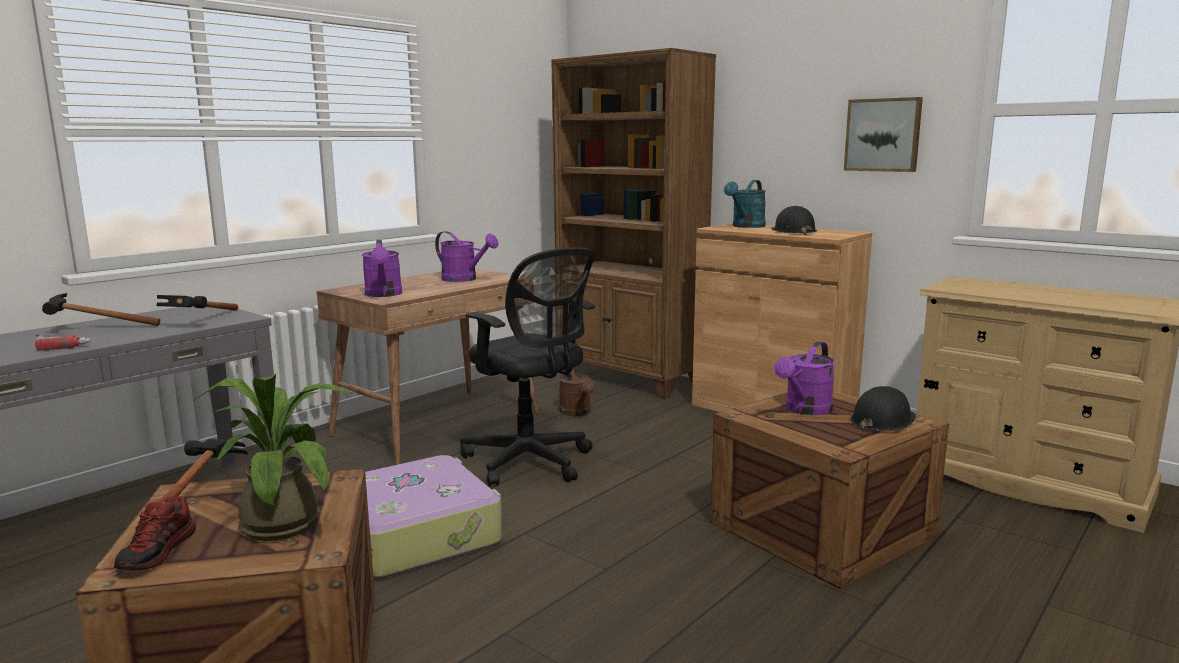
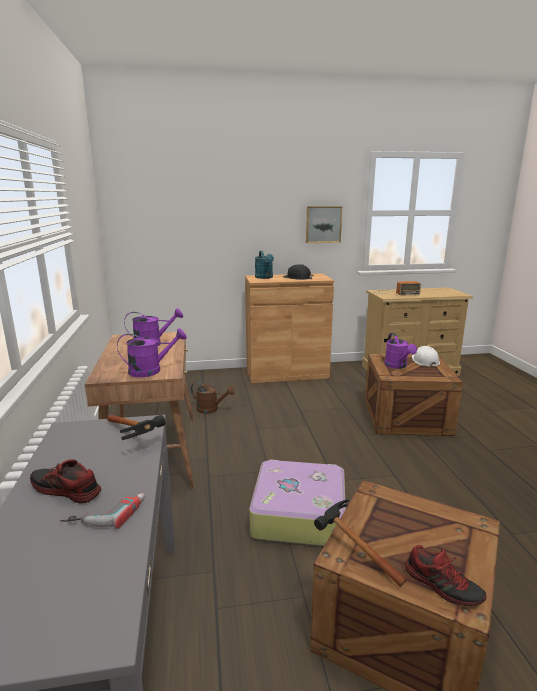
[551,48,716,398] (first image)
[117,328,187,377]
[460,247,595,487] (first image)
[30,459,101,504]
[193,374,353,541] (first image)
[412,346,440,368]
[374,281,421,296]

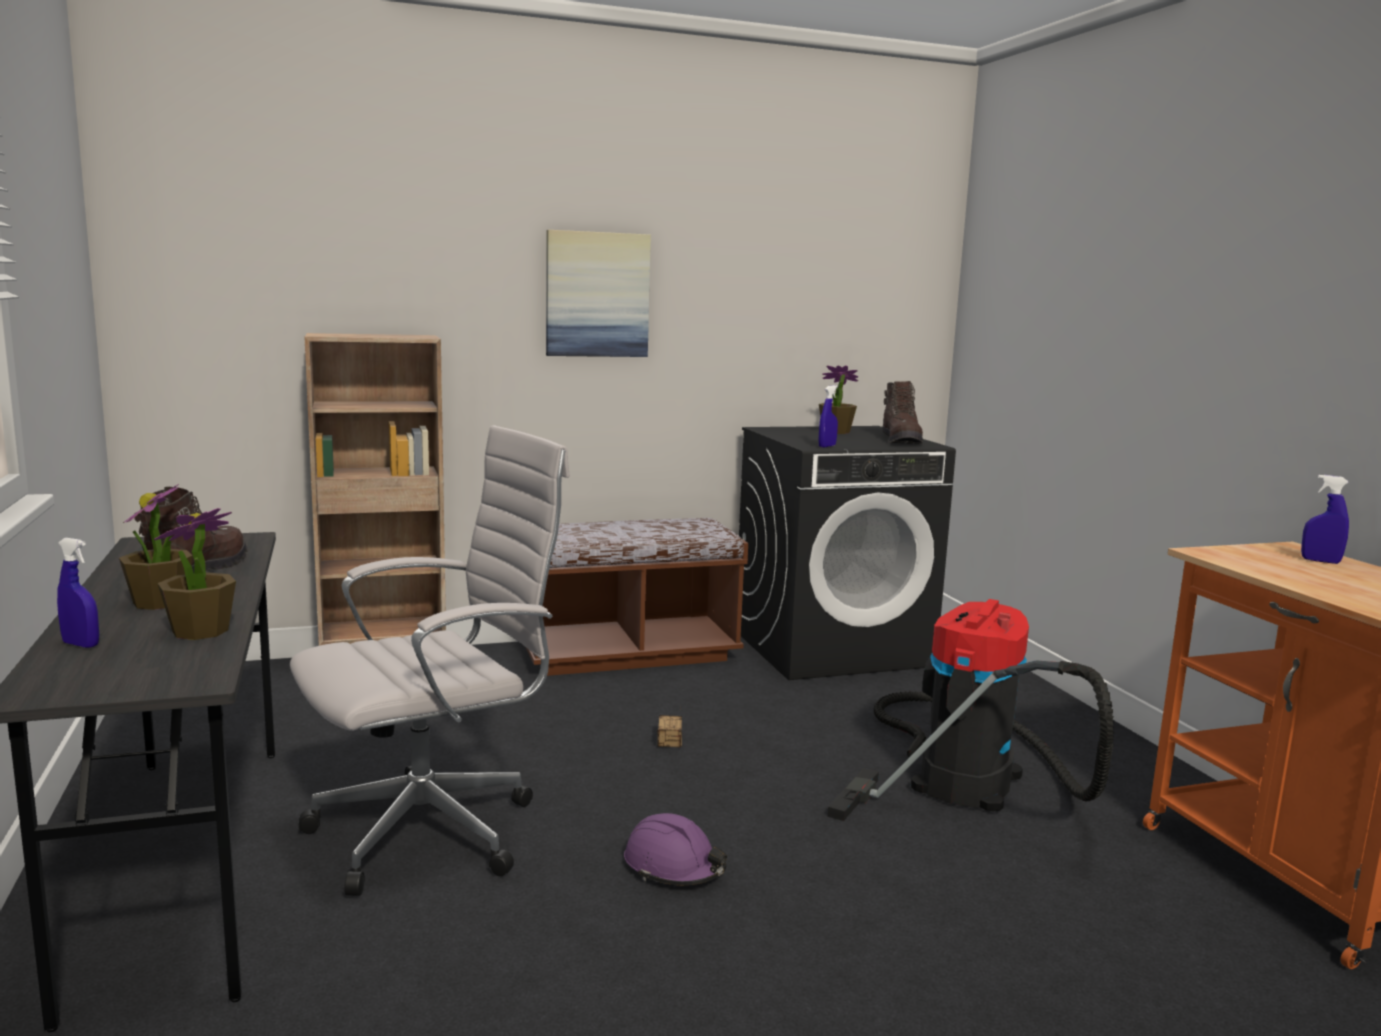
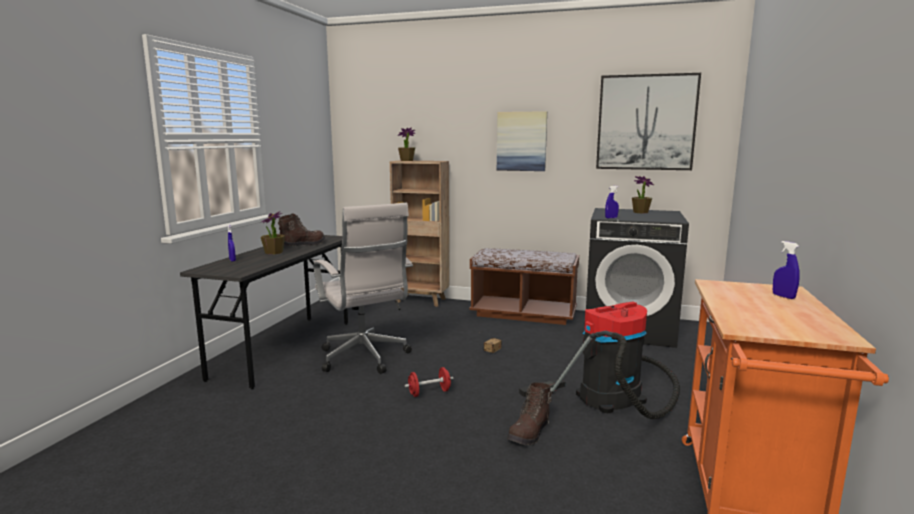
[507,382,553,445]
[313,203,413,374]
[398,128,415,161]
[404,367,453,397]
[596,73,701,170]

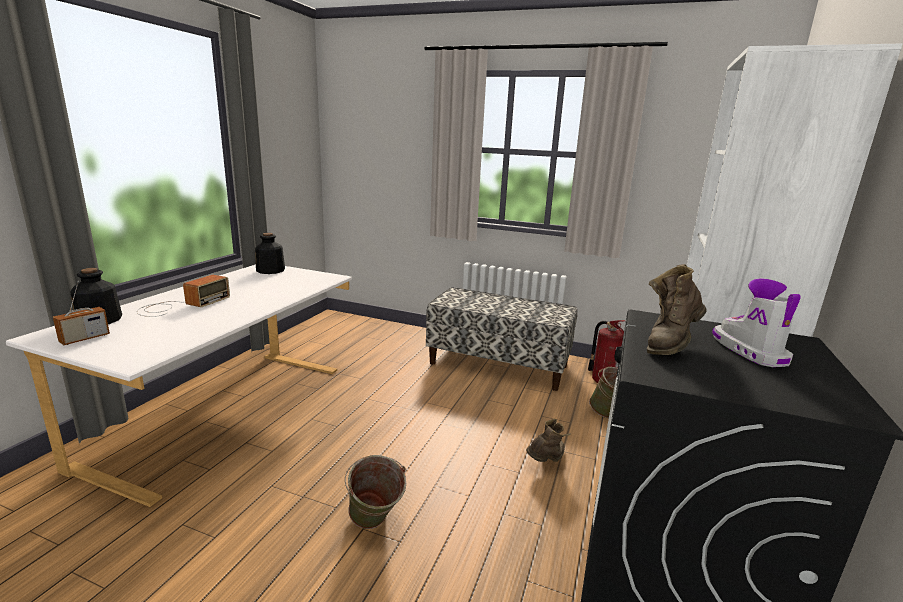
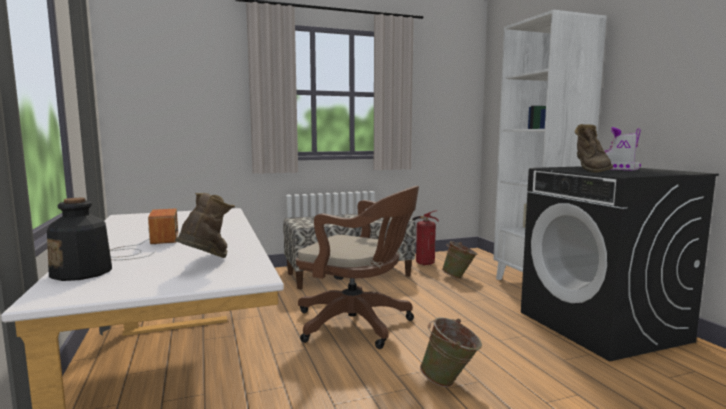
[255,233,285,274] (first image)
[53,280,110,345] (first image)
[175,193,235,258]
[296,186,419,349]

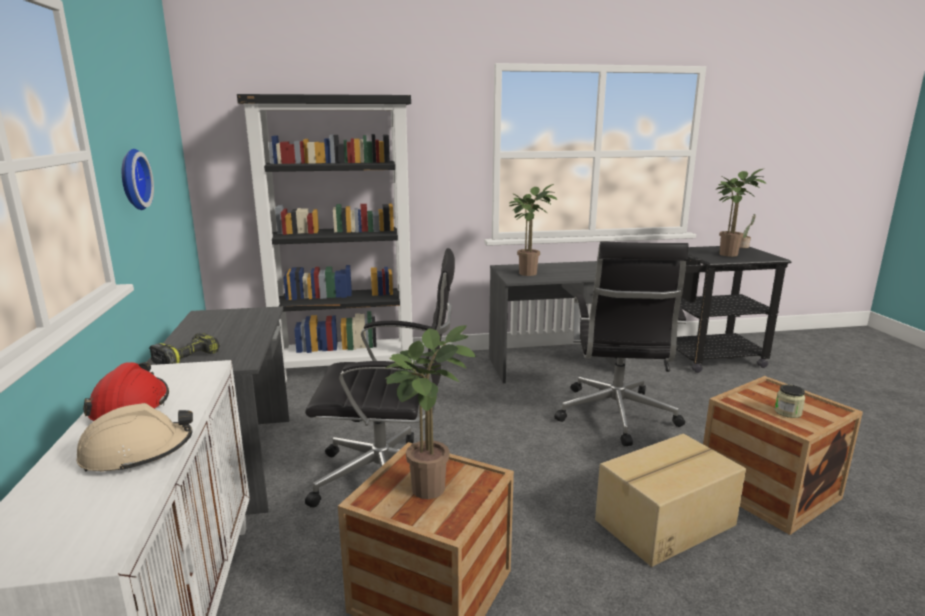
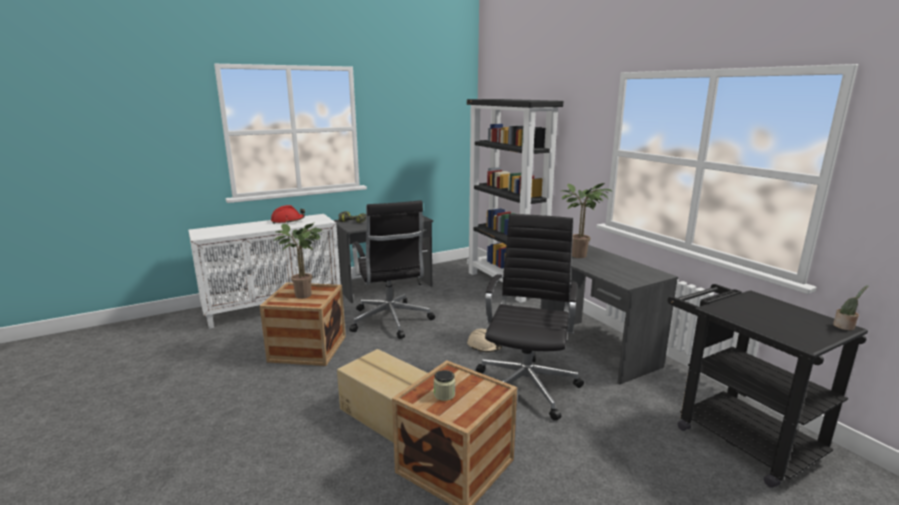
[122,149,154,210] (first image)
[715,169,766,257] (first image)
[476,214,584,421]
[467,329,502,352]

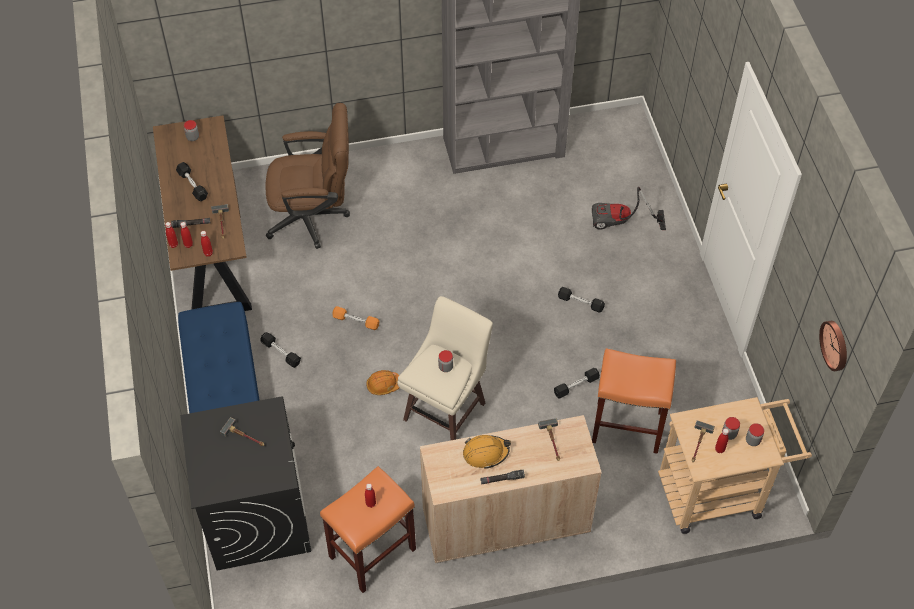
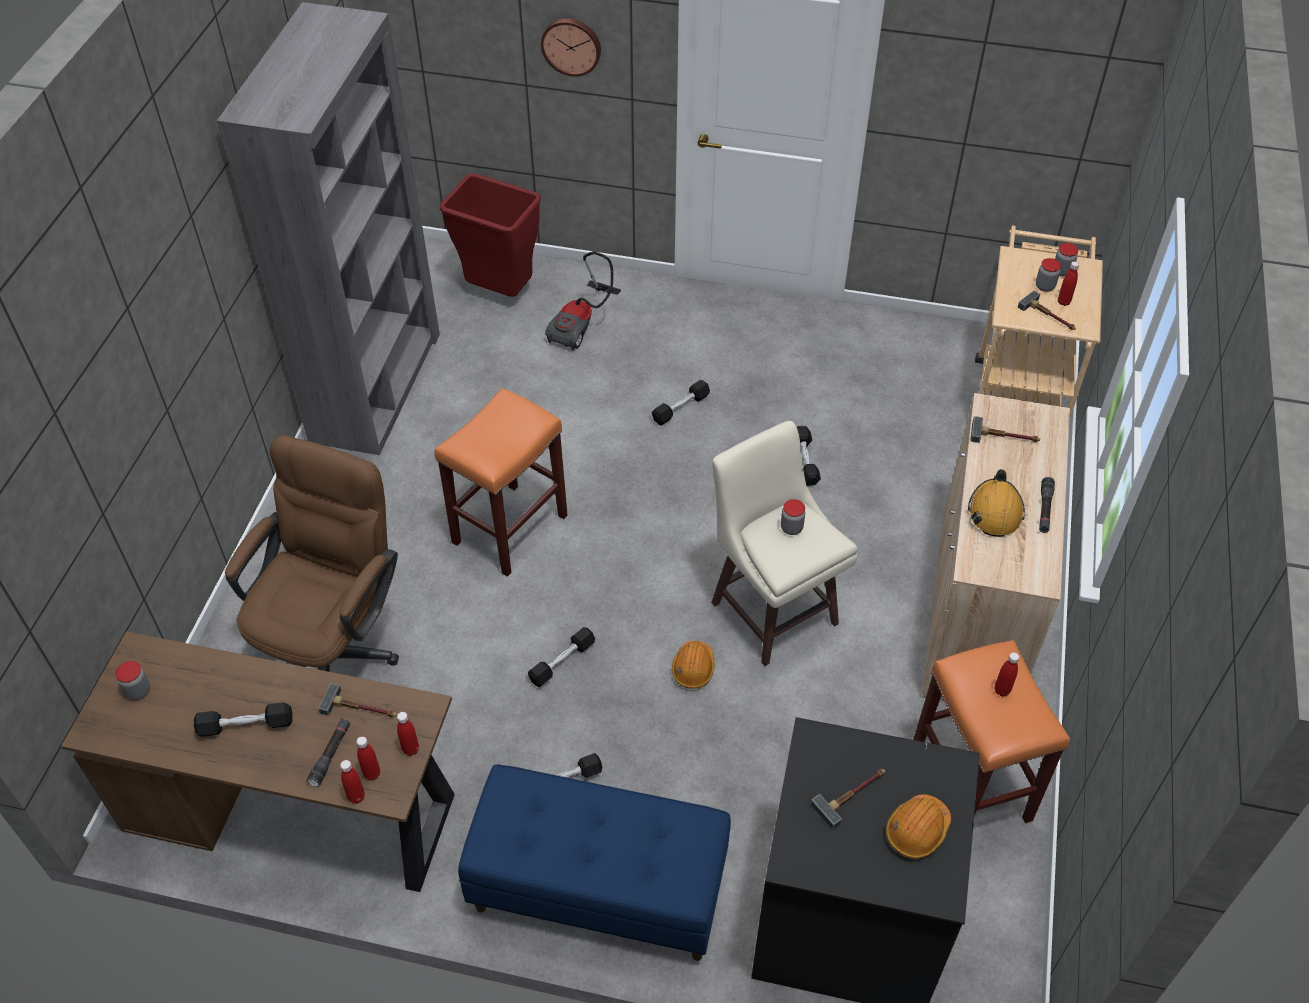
[528,627,595,687]
[541,18,601,77]
[434,388,568,577]
[439,173,541,297]
[886,794,951,859]

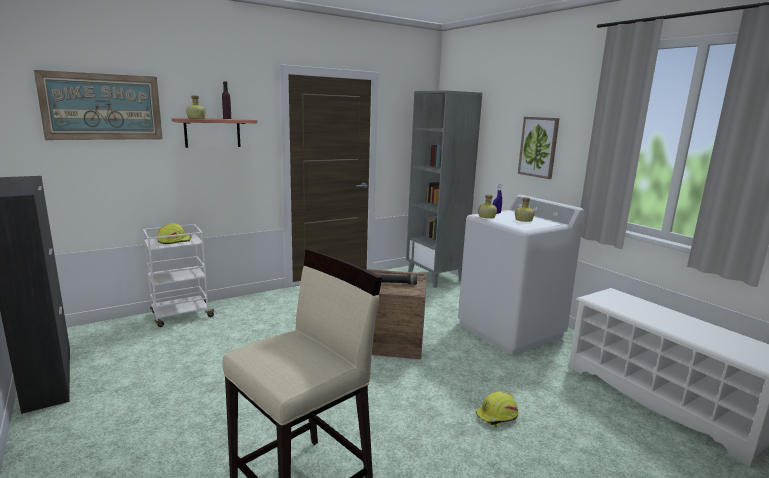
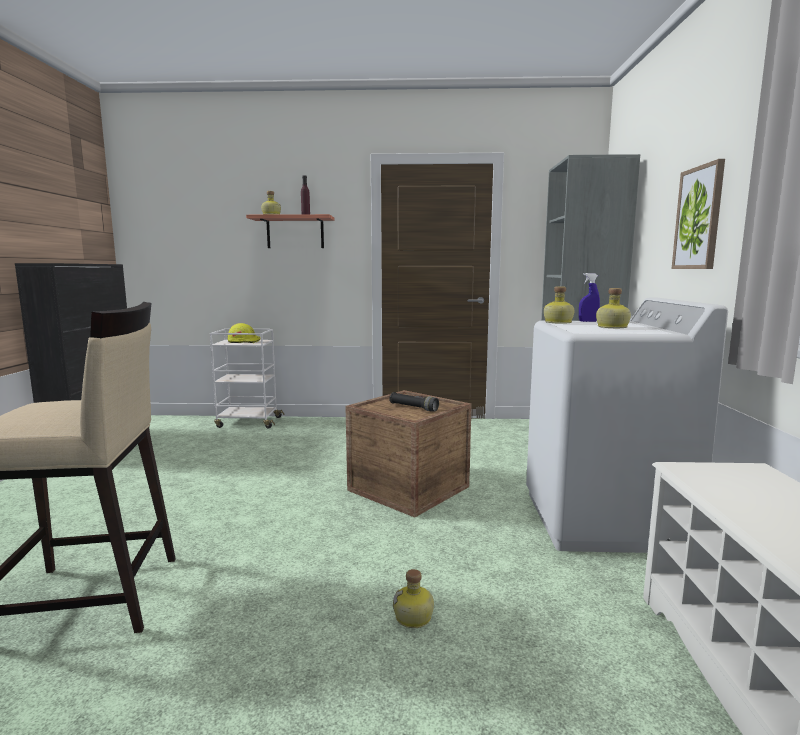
[34,70,163,140] (first image)
[393,569,434,628]

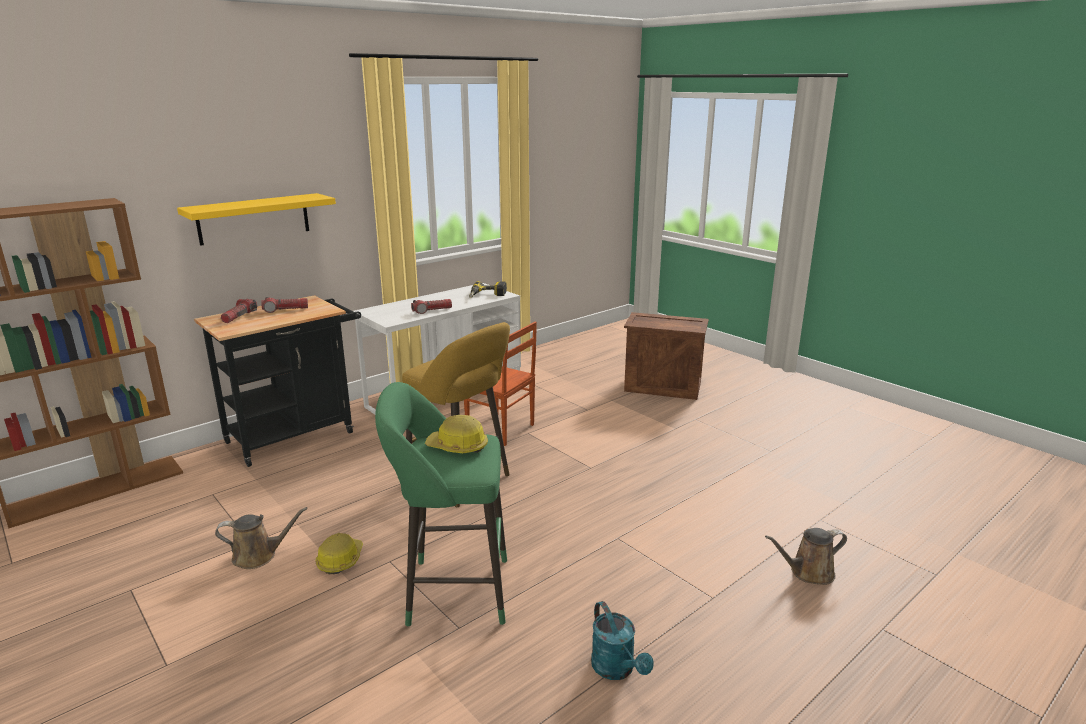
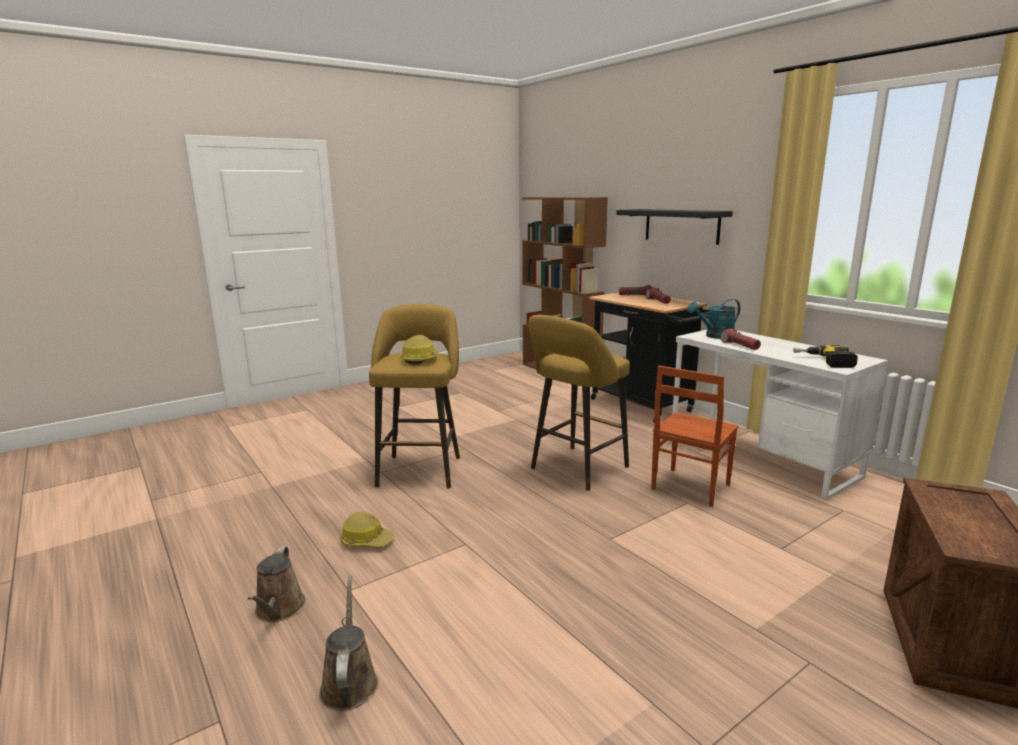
[616,209,733,245]
[369,304,460,488]
[248,546,306,622]
[340,512,394,547]
[688,299,740,339]

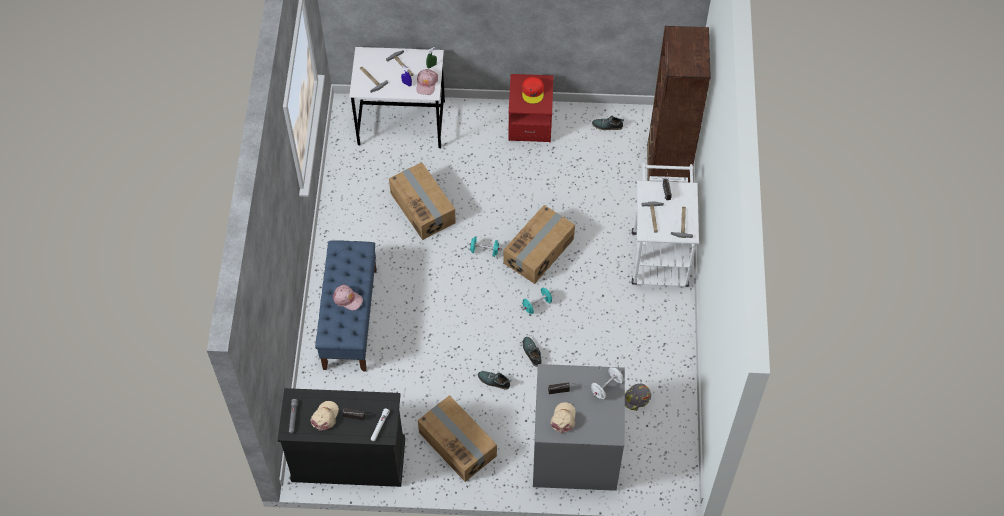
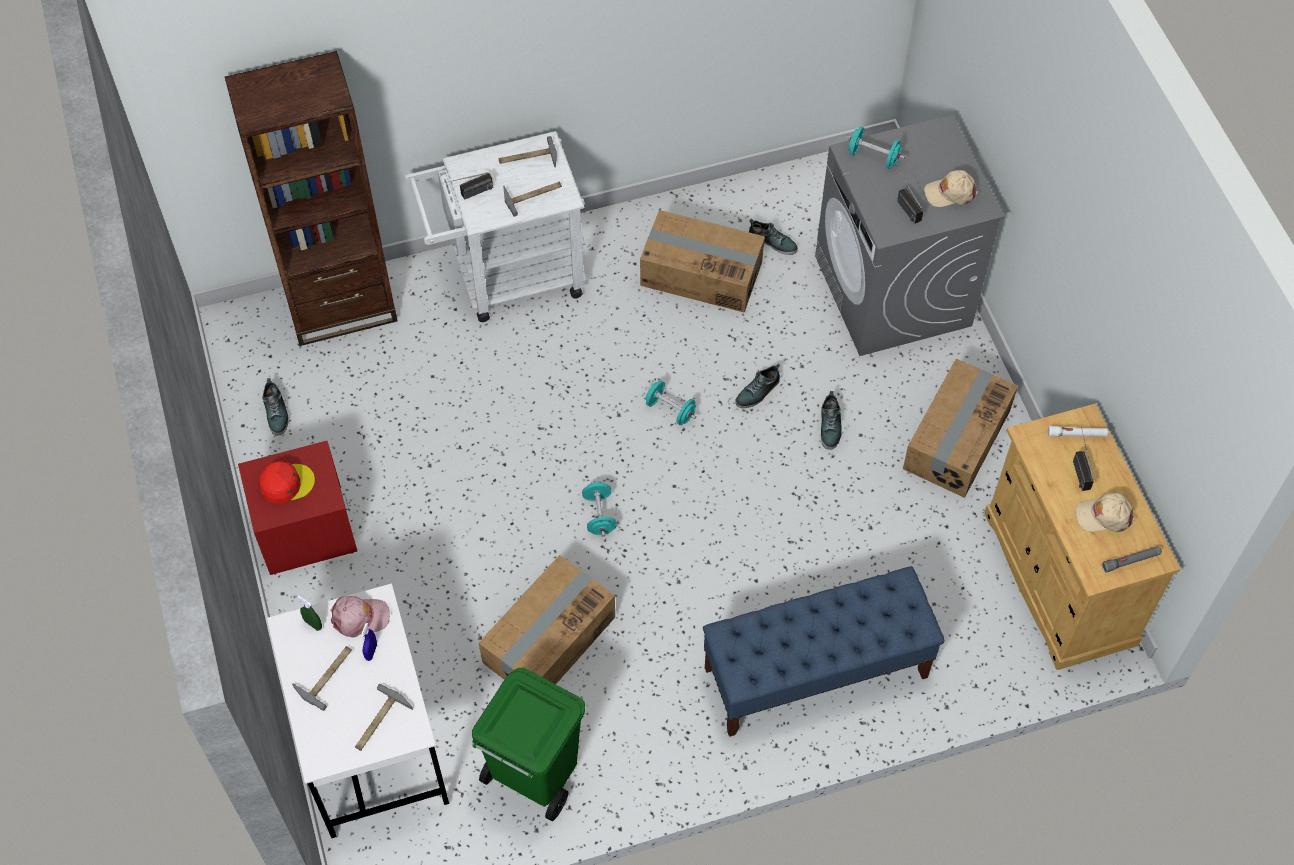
[640,210,765,313]
[333,284,363,310] (first image)
[845,126,905,169]
[749,219,798,255]
[984,404,1181,670]
[472,667,585,821]

